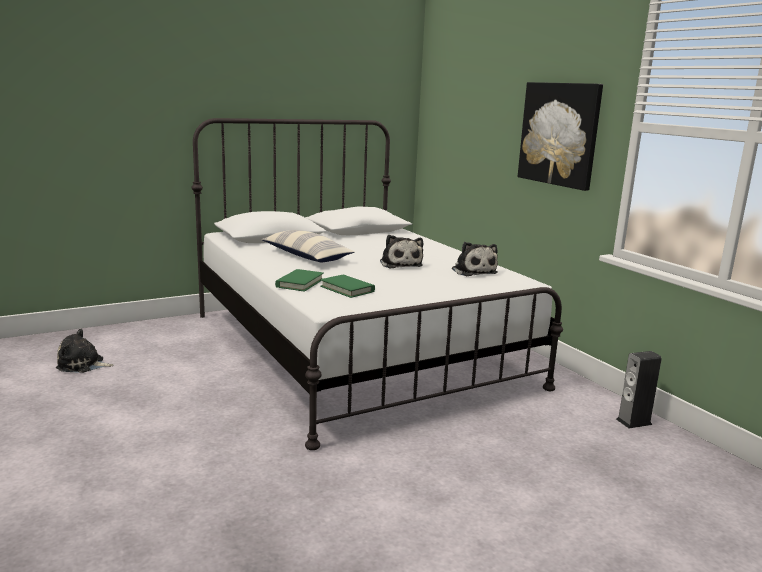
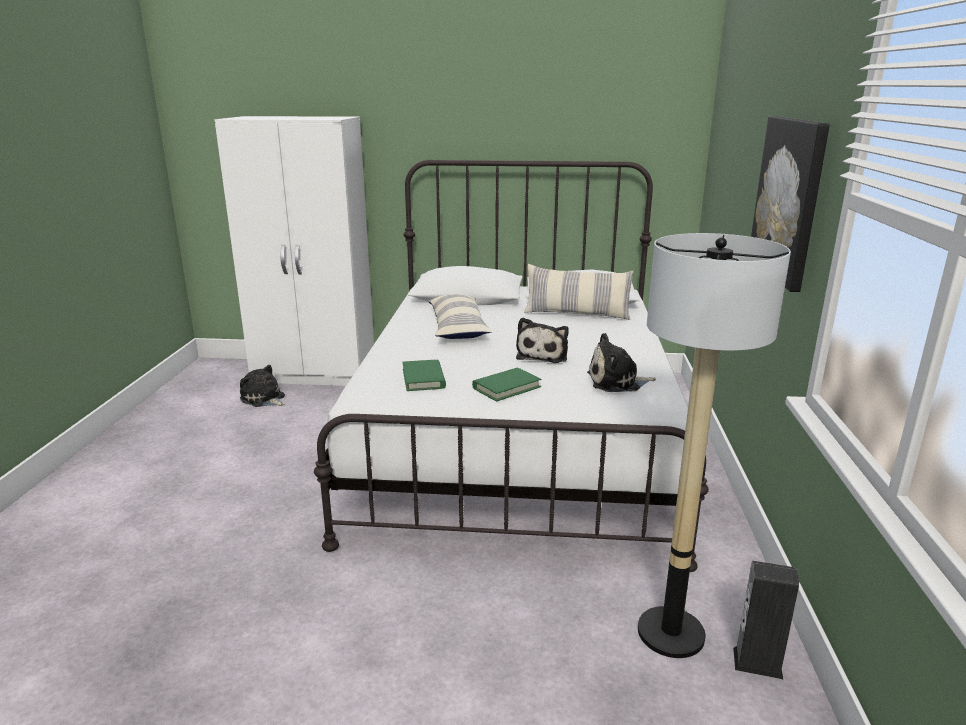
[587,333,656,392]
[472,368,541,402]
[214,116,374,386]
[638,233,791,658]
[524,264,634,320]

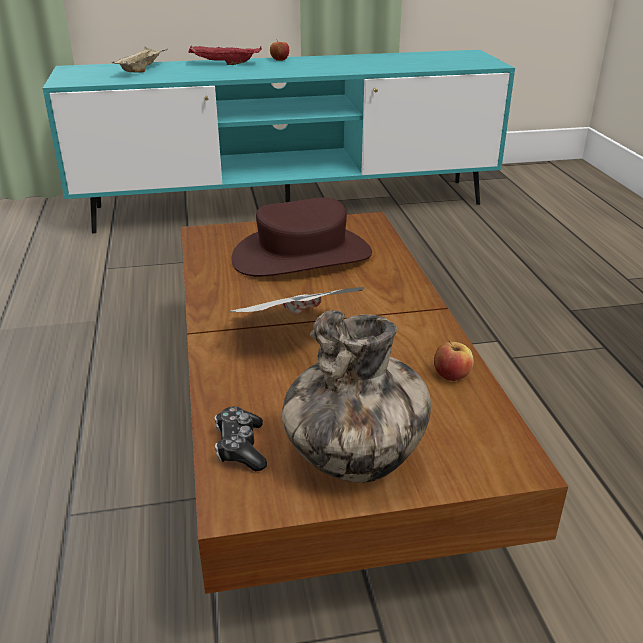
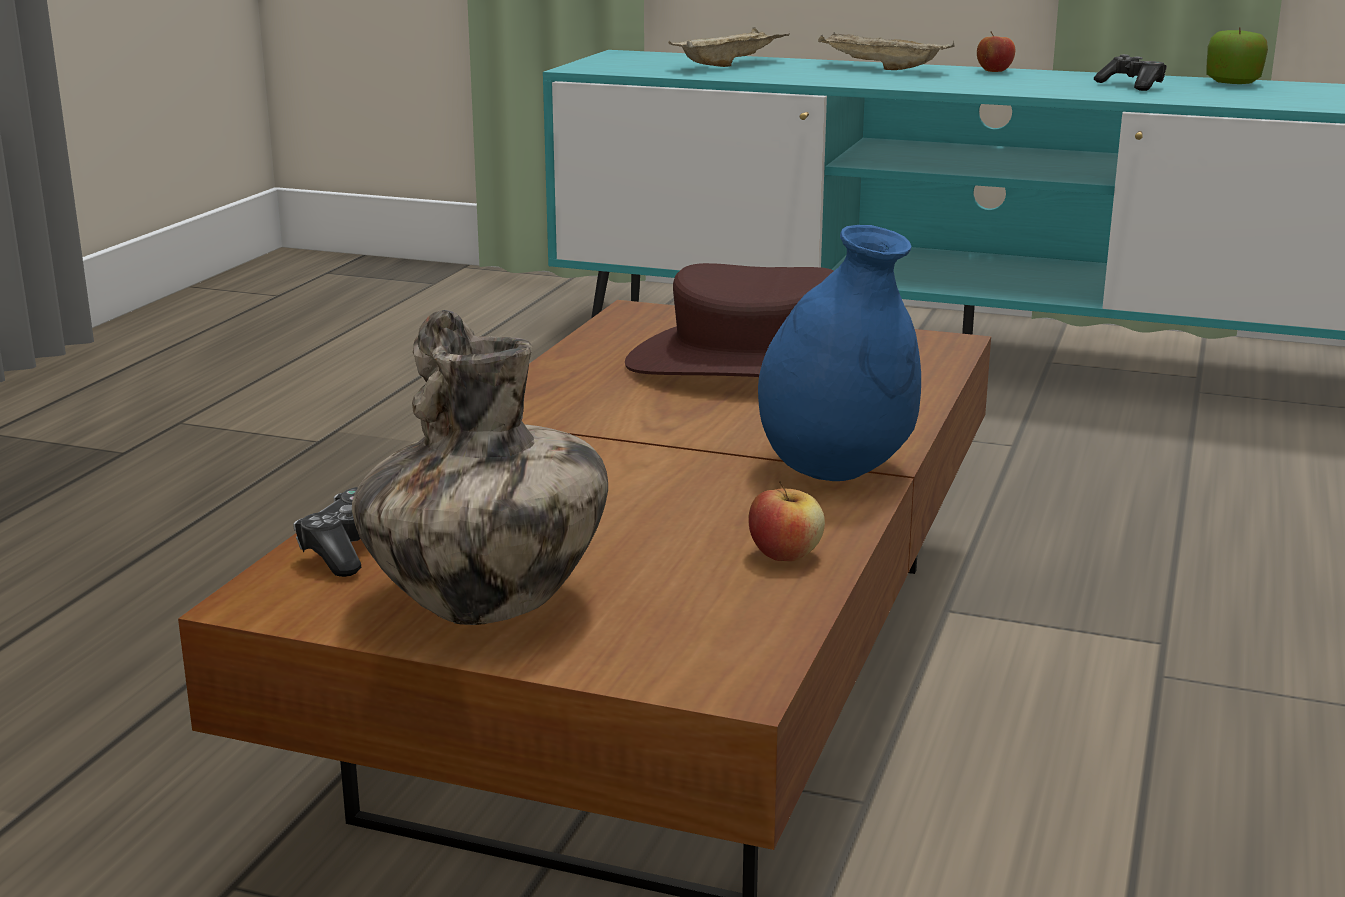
[818,31,955,70]
[230,287,365,314] (first image)
[1206,27,1268,84]
[1094,54,1167,91]
[758,225,921,481]

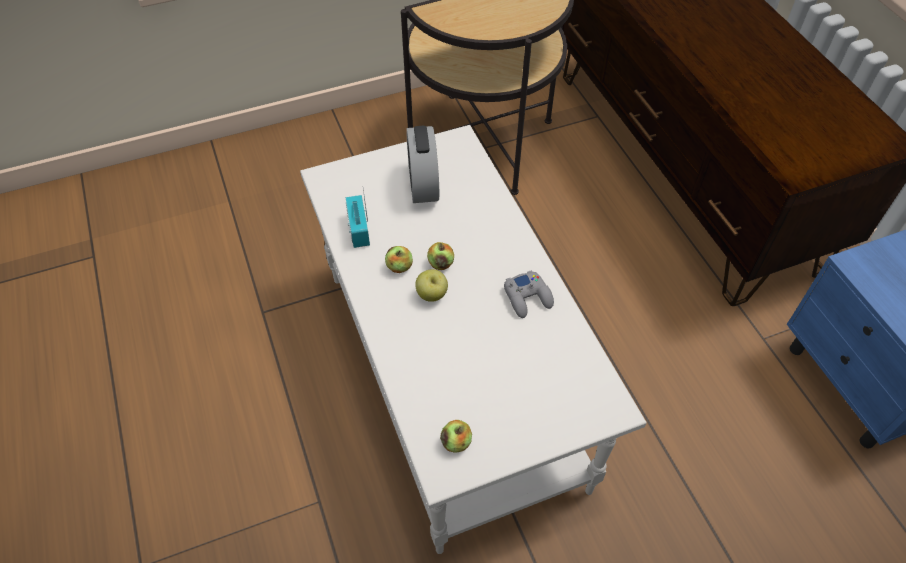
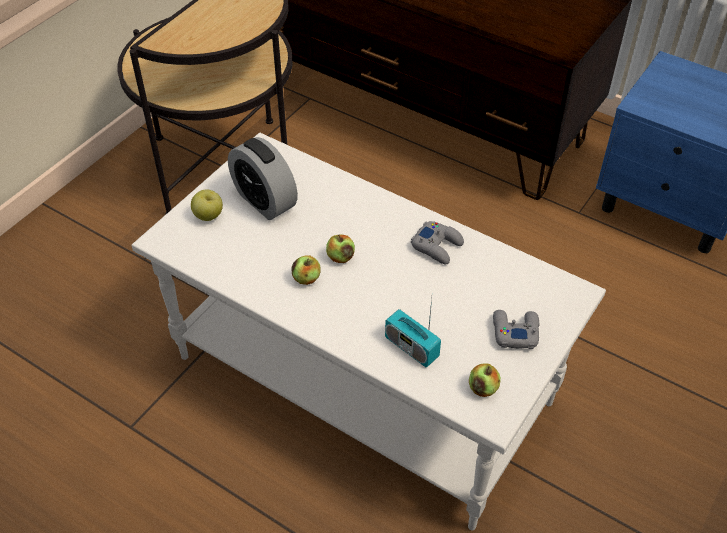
[385,298,441,367]
[191,190,223,221]
[493,310,539,349]

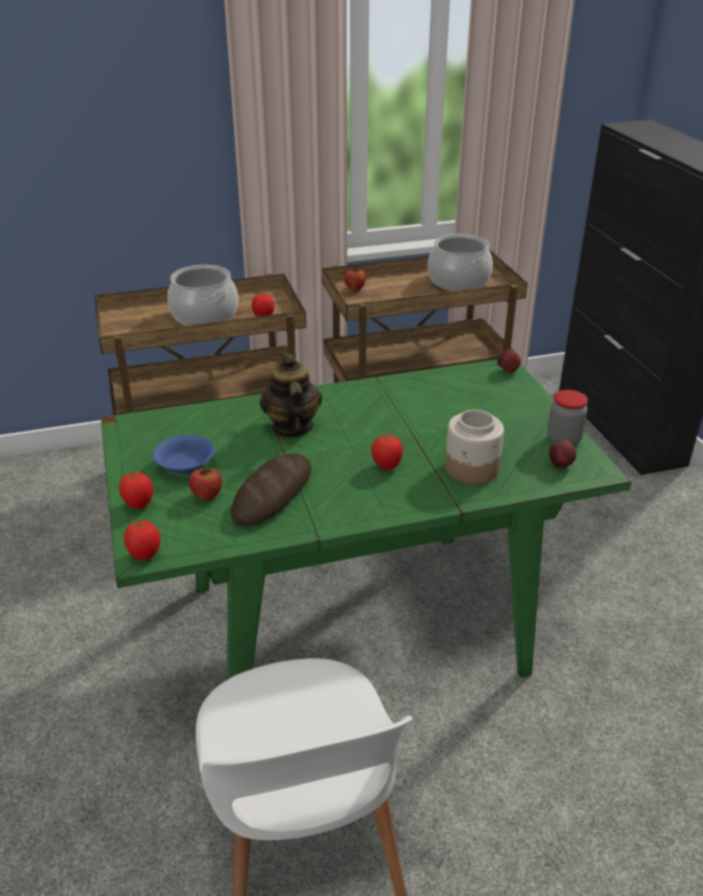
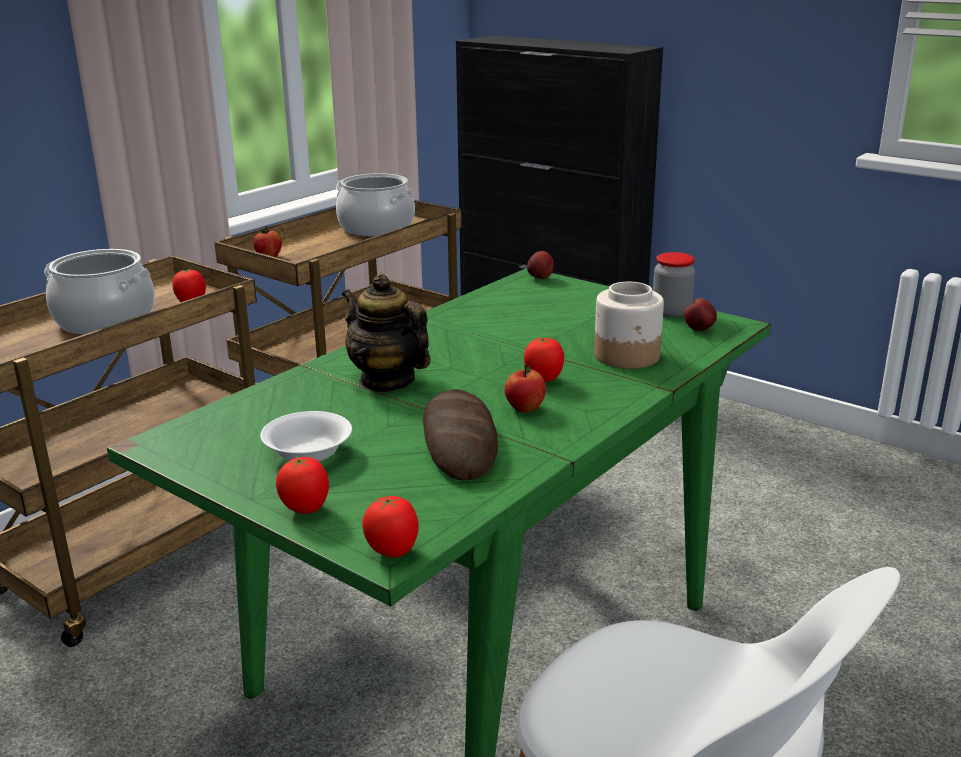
[260,411,352,461]
[505,365,546,412]

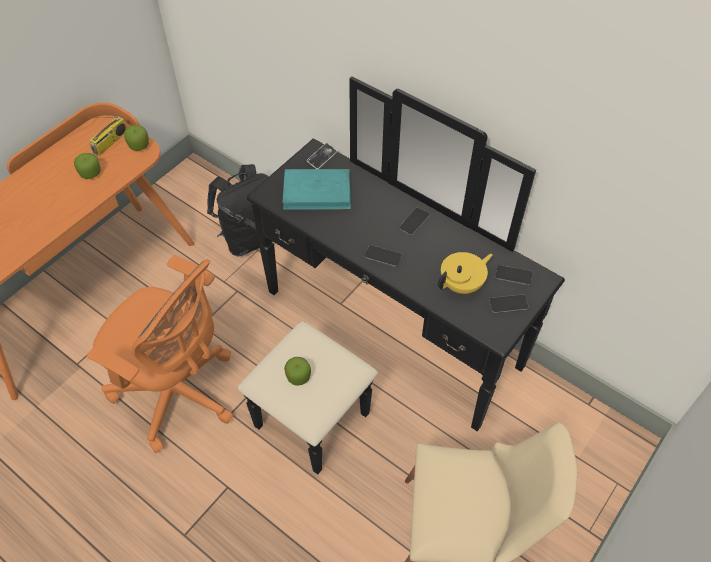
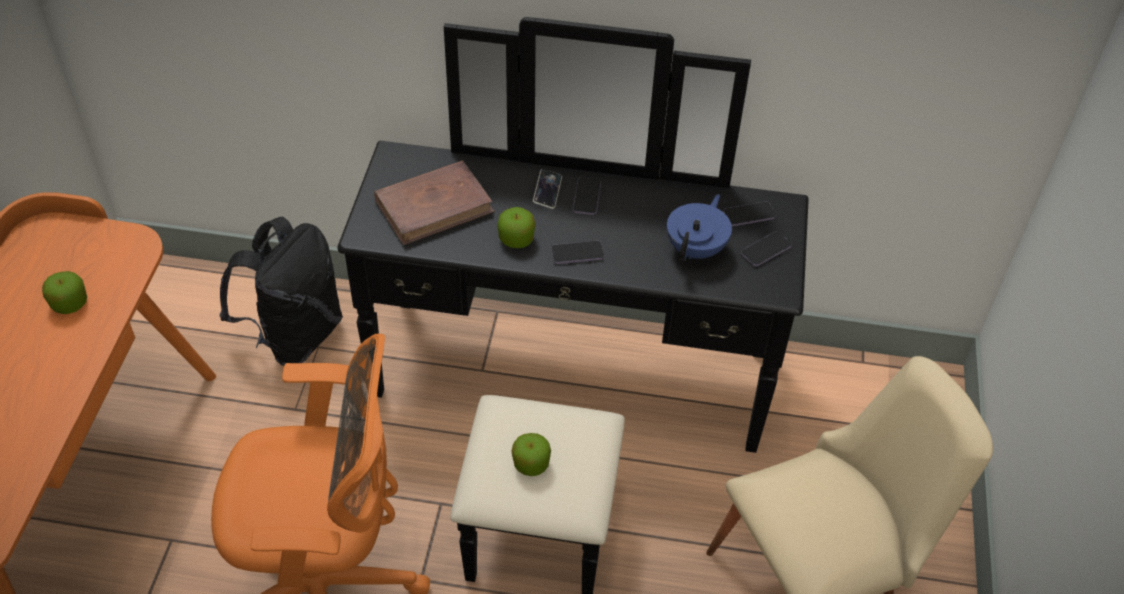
[87,116,127,155] (first image)
[497,207,536,248]
[533,169,562,209]
[374,160,495,245]
[667,194,732,261]

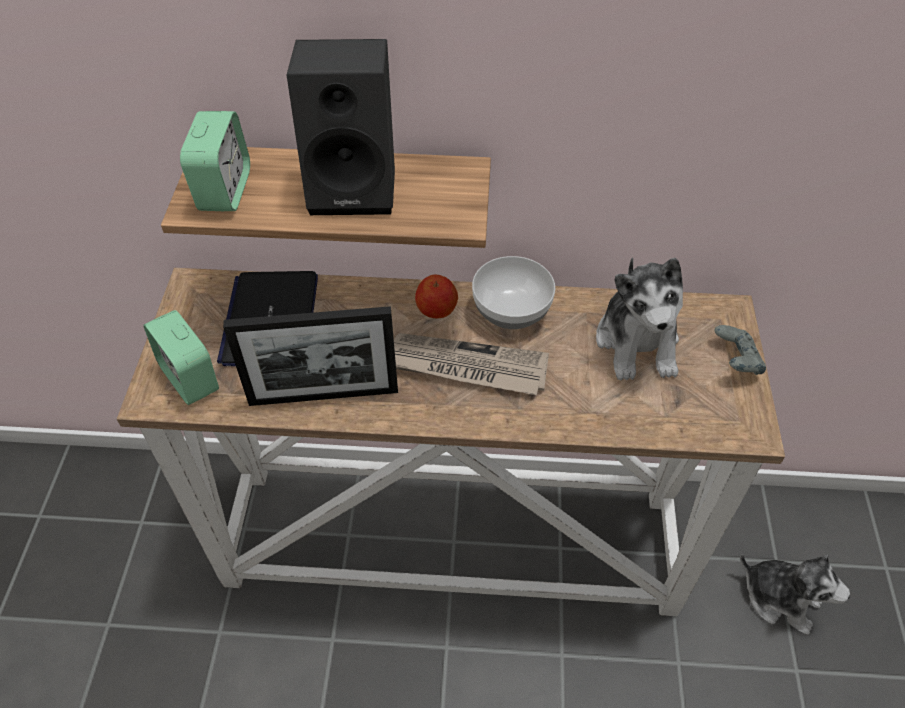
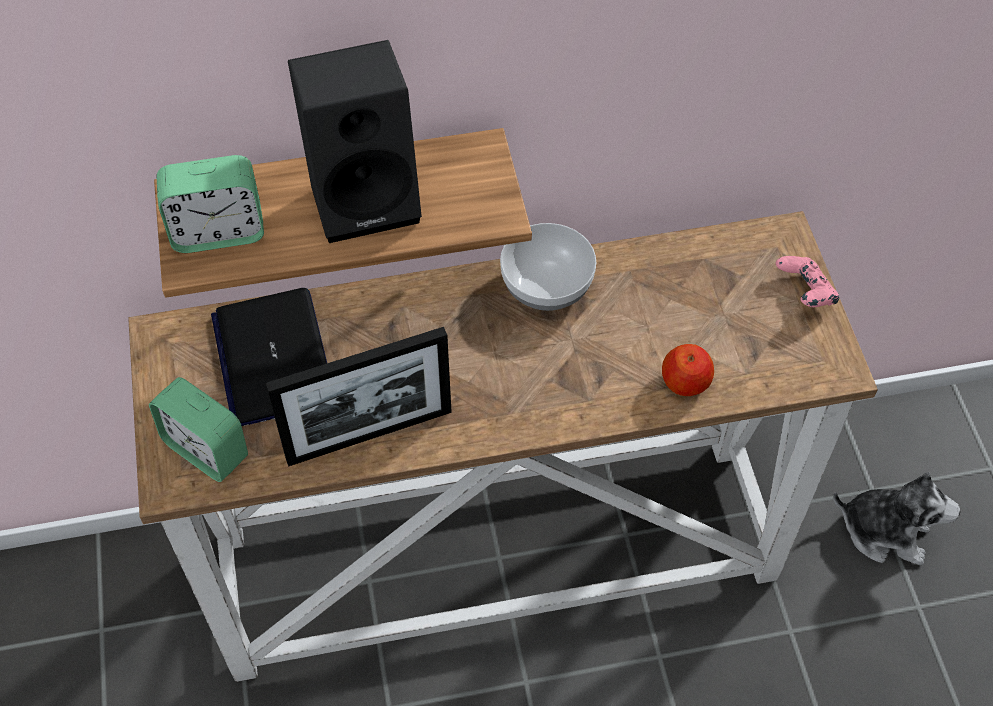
[157,155,264,253]
[596,257,683,381] (first image)
[662,344,714,396]
[776,256,839,307]
[394,333,549,395] (first image)

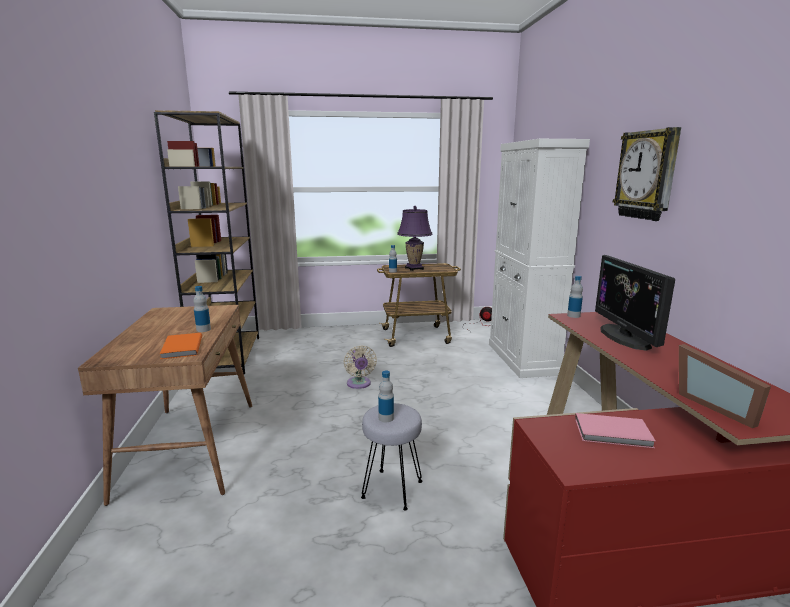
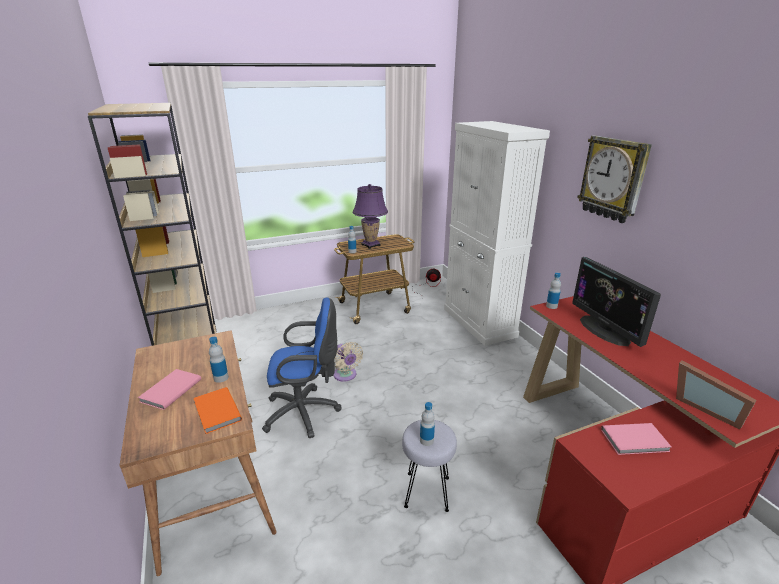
[262,298,341,438]
[138,369,201,410]

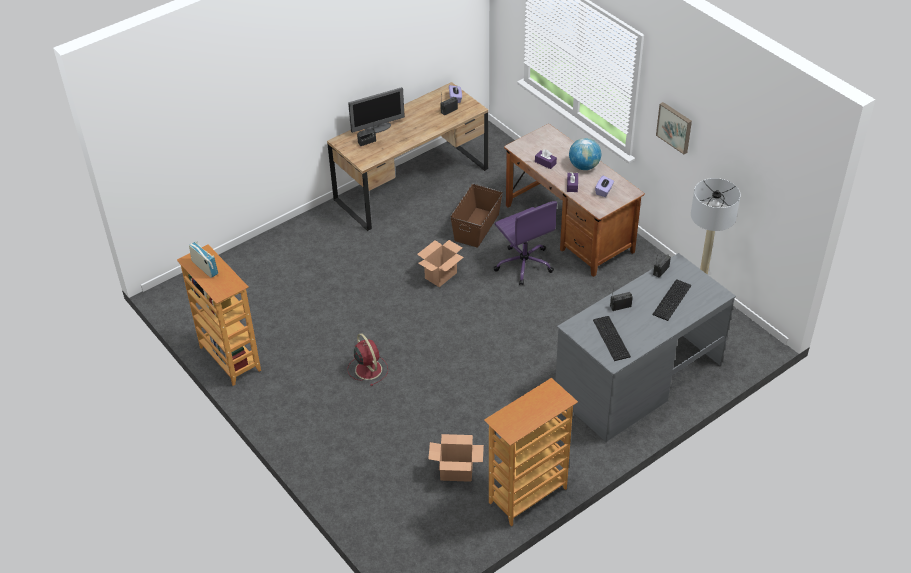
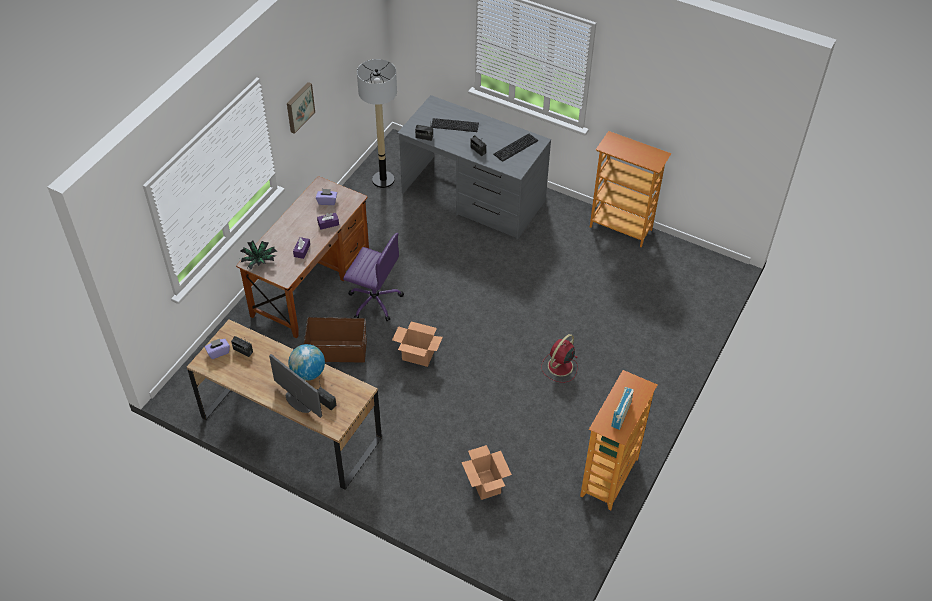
[288,344,325,381]
[343,233,404,321]
[461,445,512,500]
[240,240,277,270]

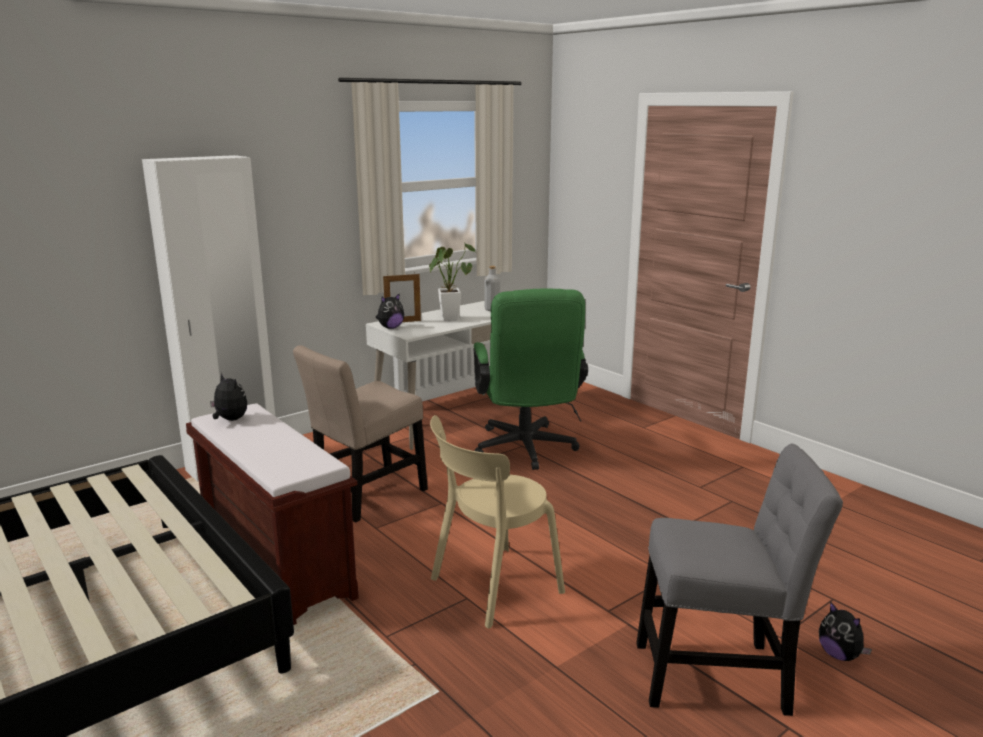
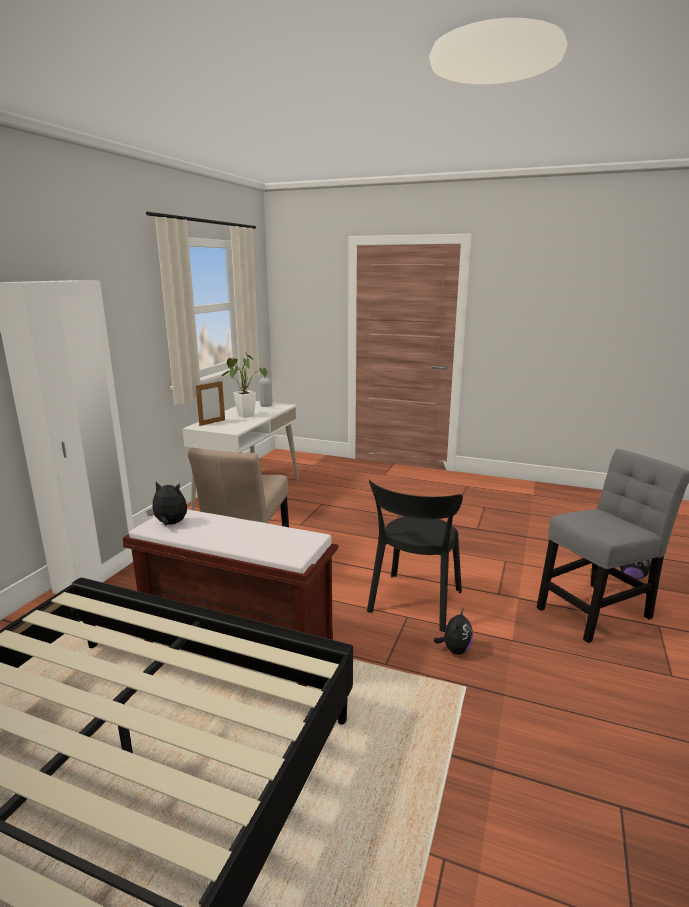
[473,289,588,470] (first image)
[434,608,473,655]
[367,480,463,632]

